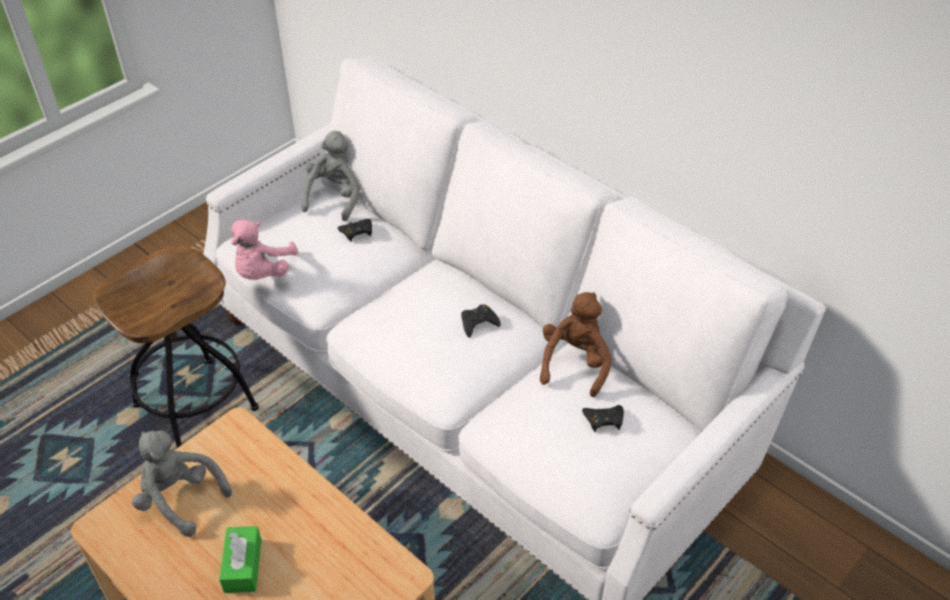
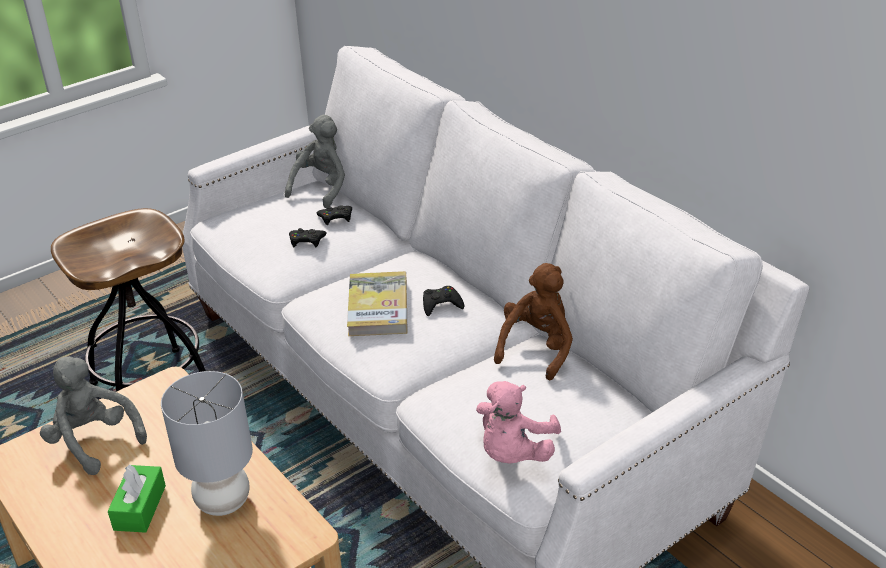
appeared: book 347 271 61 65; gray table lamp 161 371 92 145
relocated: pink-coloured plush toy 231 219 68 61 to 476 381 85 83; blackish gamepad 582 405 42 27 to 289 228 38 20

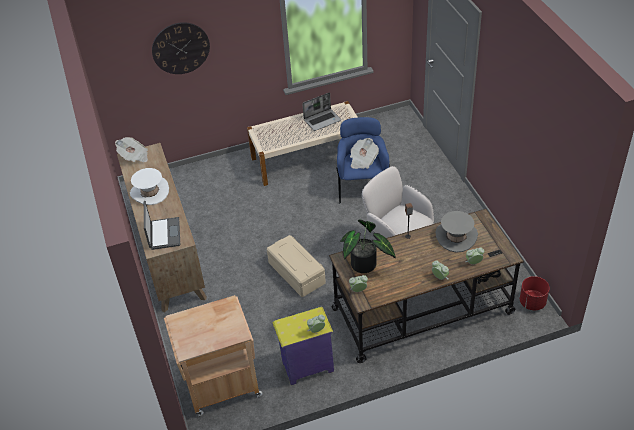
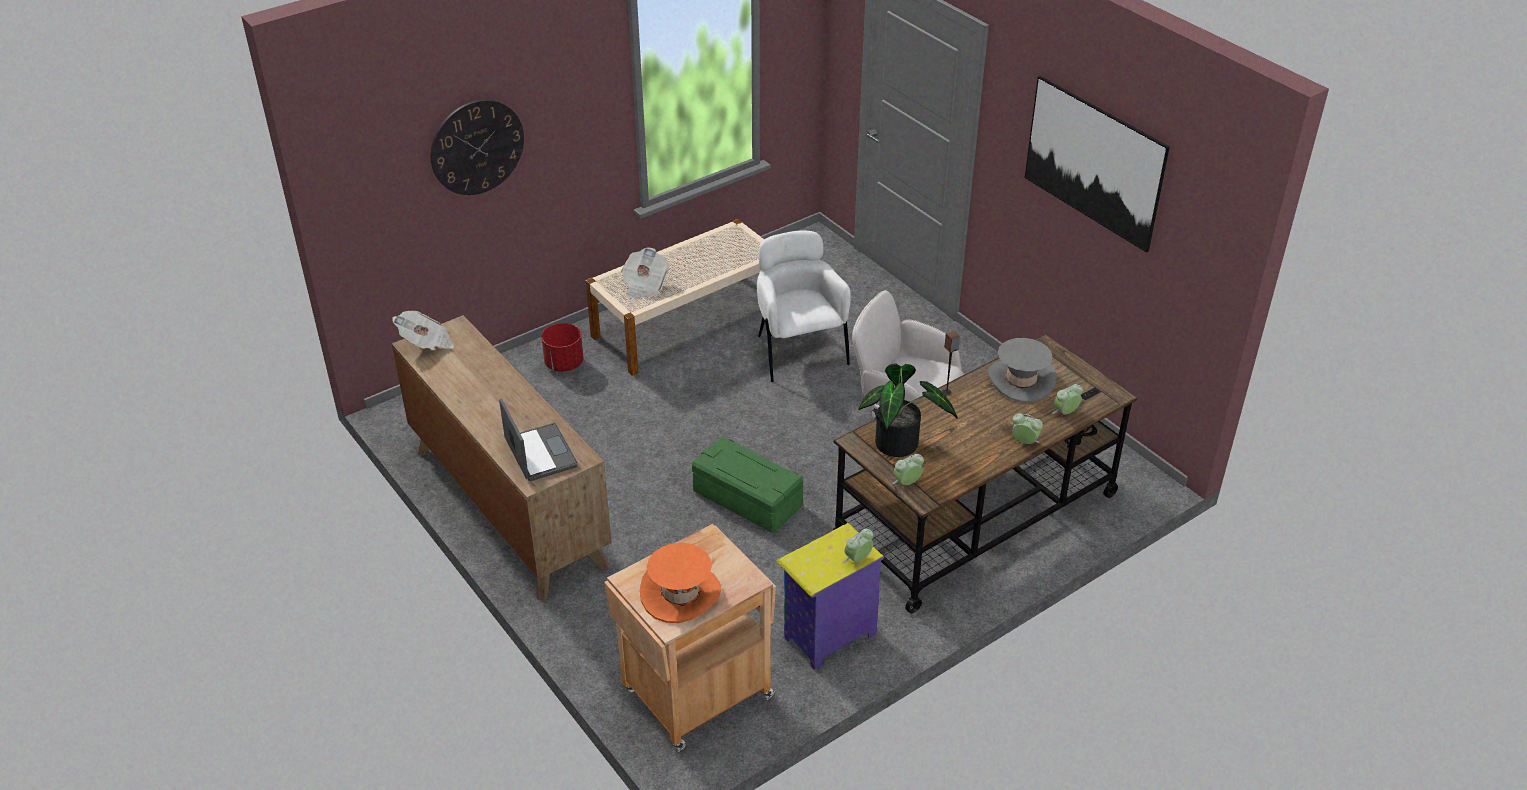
missing: laptop 302 92 39 39; white hat 130 168 39 37
appeared: wall art 1025 76 145 177; orangey hat 640 543 81 80
relocated: printed paper 350 138 29 31 to 621 248 49 51; red planter 520 276 30 34 to 541 323 42 49
colour: blue-coloured armchair 336 117 54 87 to white armchair 757 230 94 152; beige-coloured storage box 267 235 59 62 to greenish storage box 692 437 111 96

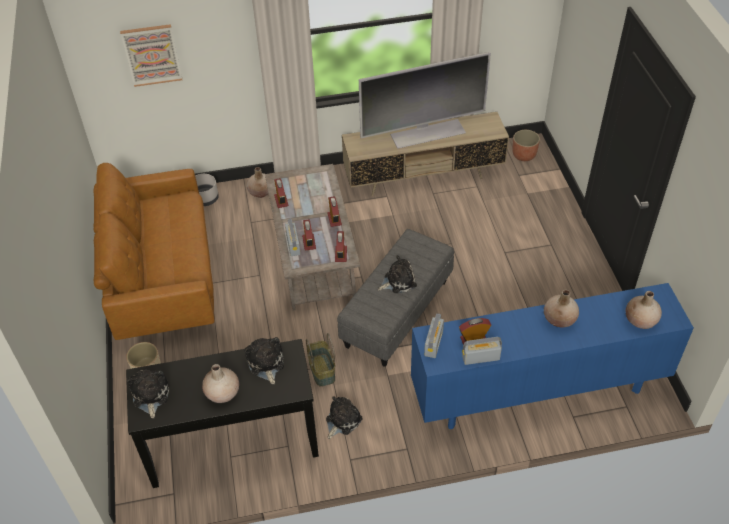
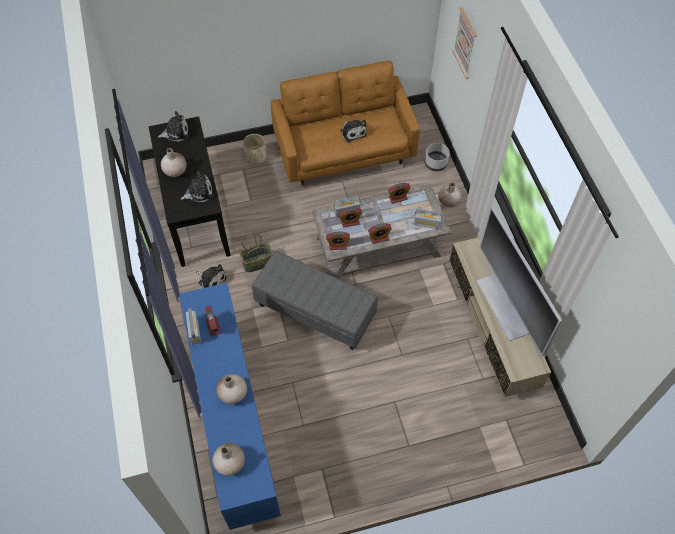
missing: planter 512 130 28 31
relocated: plush toy 378 255 39 38 to 341 120 26 23; radio receiver 424 313 20 45 to 414 209 28 20

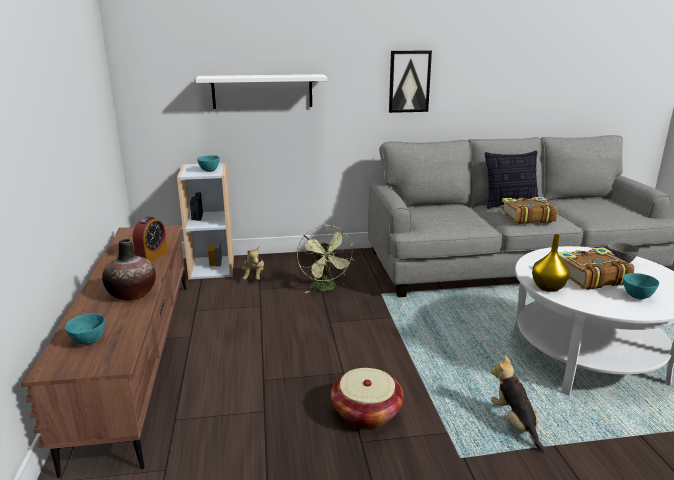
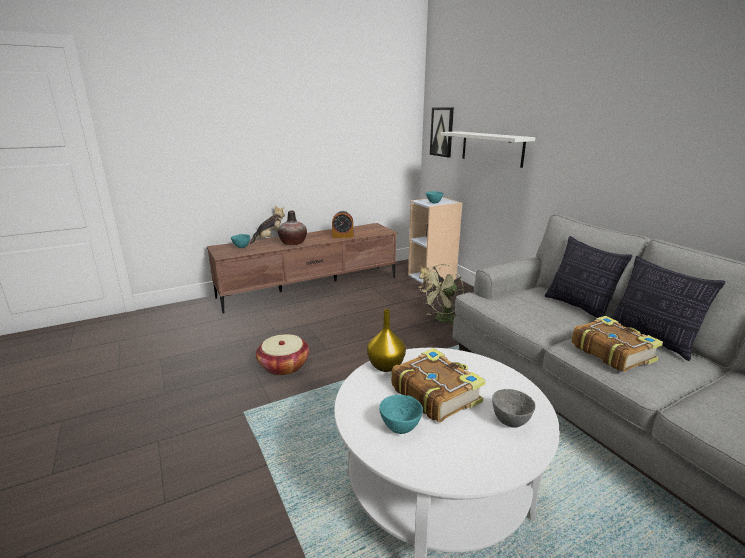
appeared: throw pillow 545 236 87 82
relocated: wall art 389 50 43 63 to 430 107 24 51; plush toy 491 355 55 98 to 250 206 35 38

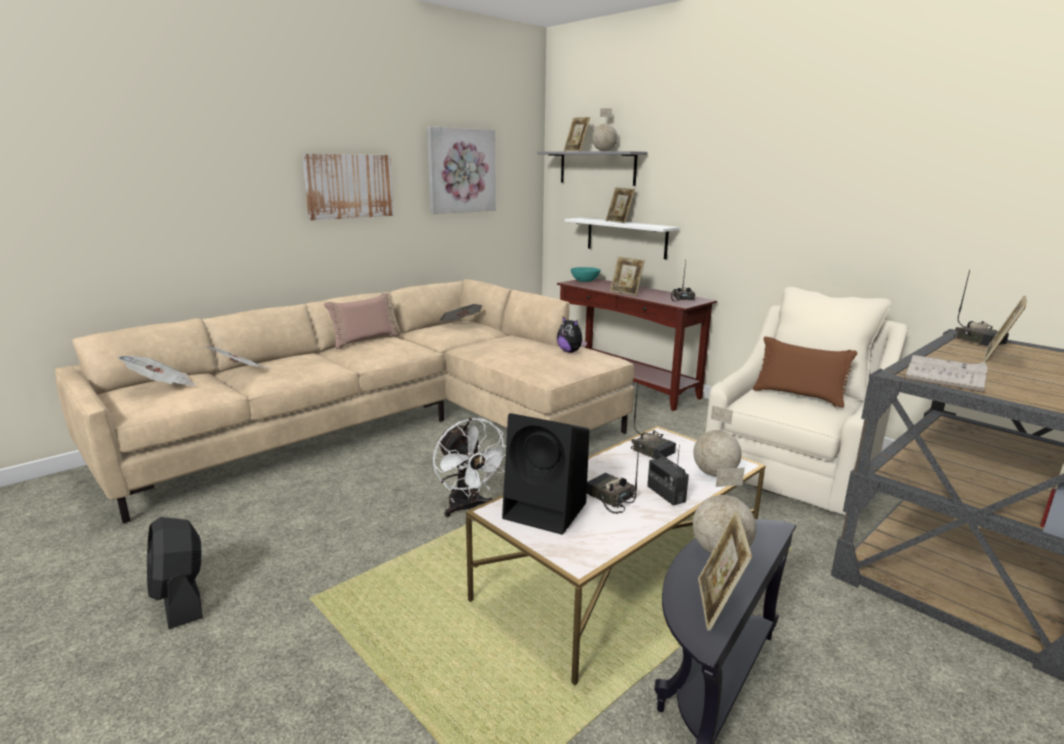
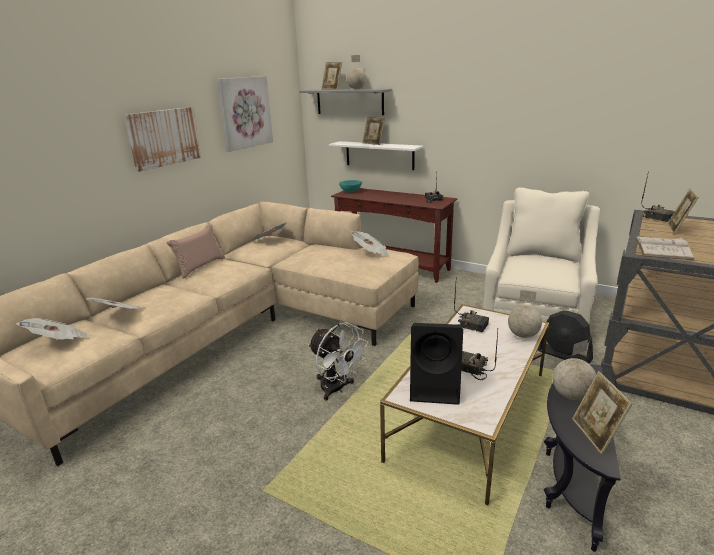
missing: photo frame 610 257 35 38; brownish throw pillow 753 336 104 72; radio receiver 647 445 42 61
relocated: blackish fan 147 517 56 112 to 537 310 56 54
exchanged: plush toy 557 317 30 36 to printed paper 351 231 38 25

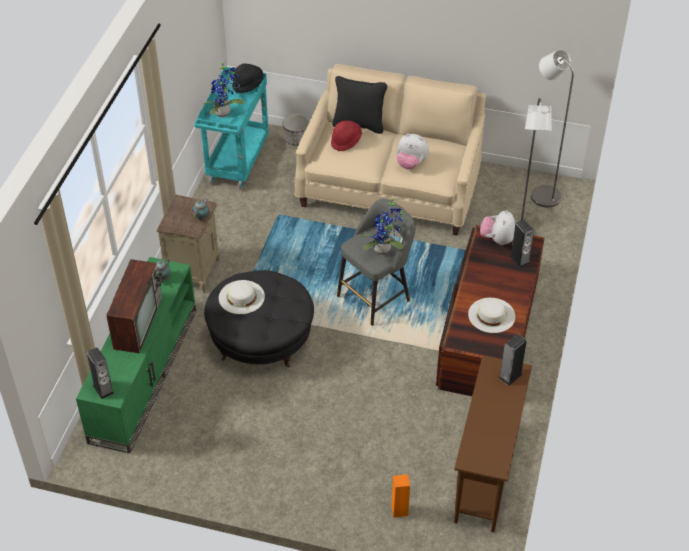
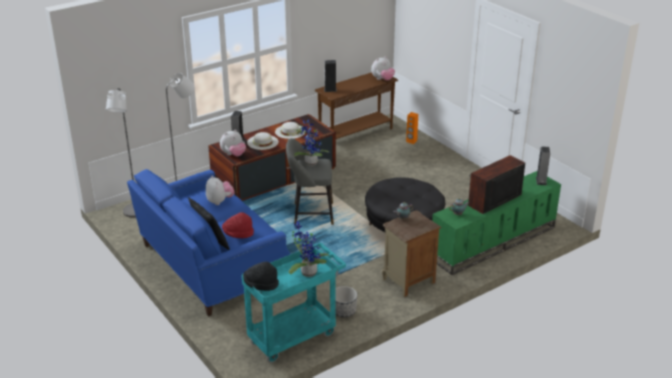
appeared: plush toy 371 56 24 24
relocated: planter 283 114 27 32 to 336 286 21 32; white hat 219 280 46 34 to 247 132 32 18
colour: beige-coloured settee 294 64 192 171 to blue-coloured settee 127 169 163 147

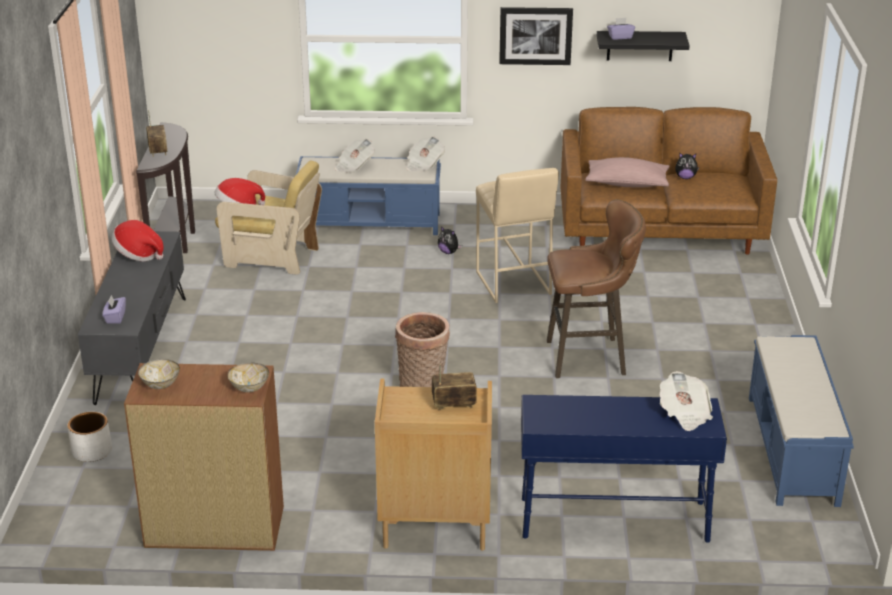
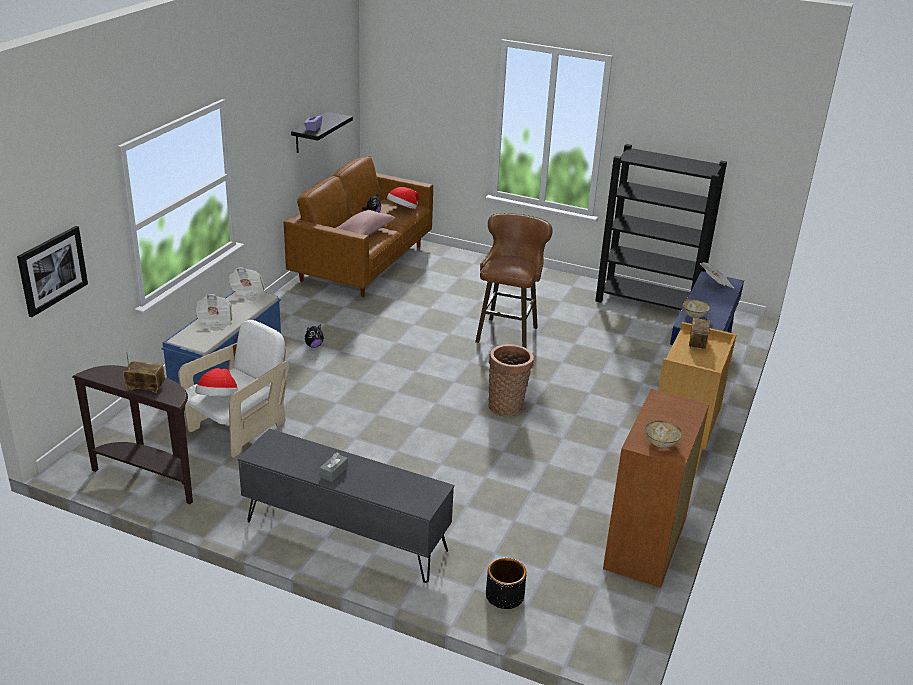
missing: beige-coloured sitting stool 476 168 83 135; purple box of tissues 102 295 24 29
appeared: gray box of tissues 320 452 28 30
relocated: wall art 499 7 74 58 to 17 226 71 91; hat 111 220 53 42 to 387 187 32 22; bowl 228 363 41 29 to 682 299 28 19
exchanged: blue-coloured bench 749 335 105 172 to blackish bookshelf 595 144 132 166
colour: yellowish armchair 215 161 107 114 to white armchair 178 320 111 138; white planter 67 412 45 50 to blackish planter 486 558 41 51

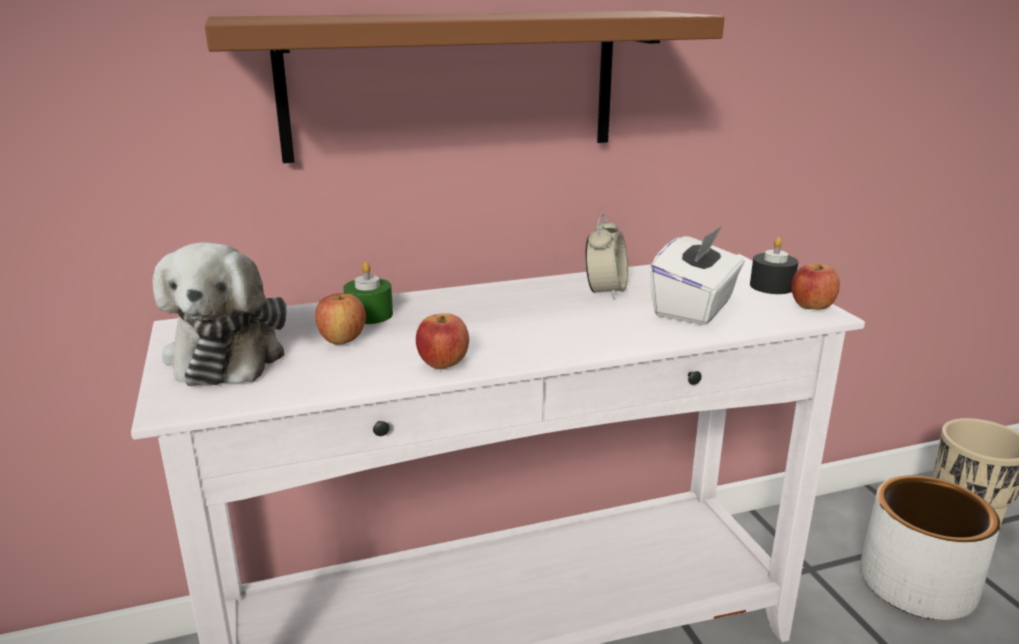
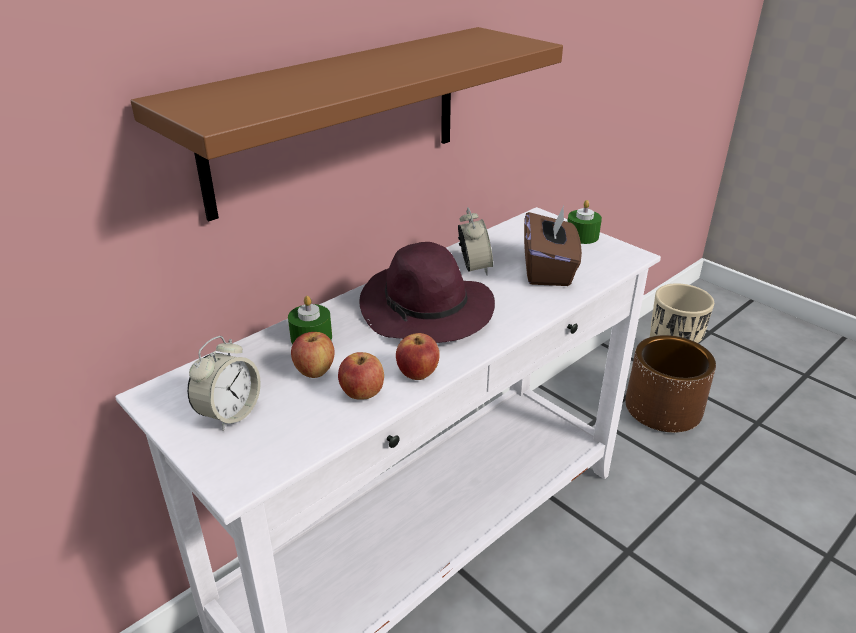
appeared: purple hat 359 242 136 101
relocated: apple 791 264 49 46 to 338 352 46 48
exchanged: plush toy 153 242 134 144 to alarm clock 187 336 74 95
colour: white box of tissues 650 225 95 100 to brownish box of tissues 524 206 58 80; blackish candle 750 237 48 57 to greenish candle 567 200 35 44; white planter 860 475 141 145 to brownish planter 625 335 91 98

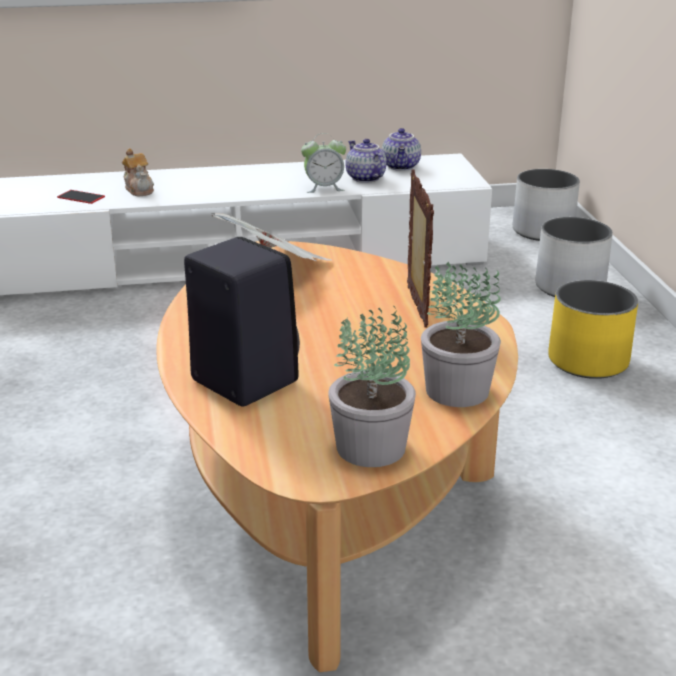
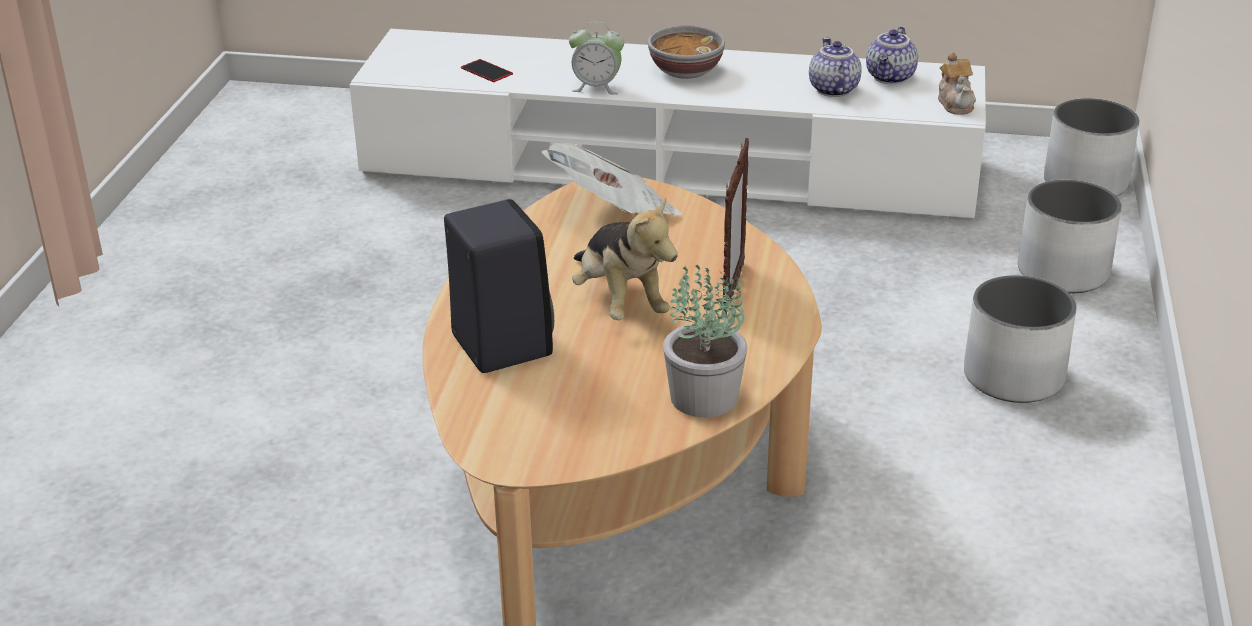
missing: potted plant 328 306 88 161
appeared: bowl 648 25 77 54; plush toy 572 198 106 122
relocated: alarm clock 301 133 45 60 to 569 22 55 73; teapot 122 148 32 48 to 938 52 38 63
colour: yellowish planter 548 280 90 99 to white planter 964 275 113 128

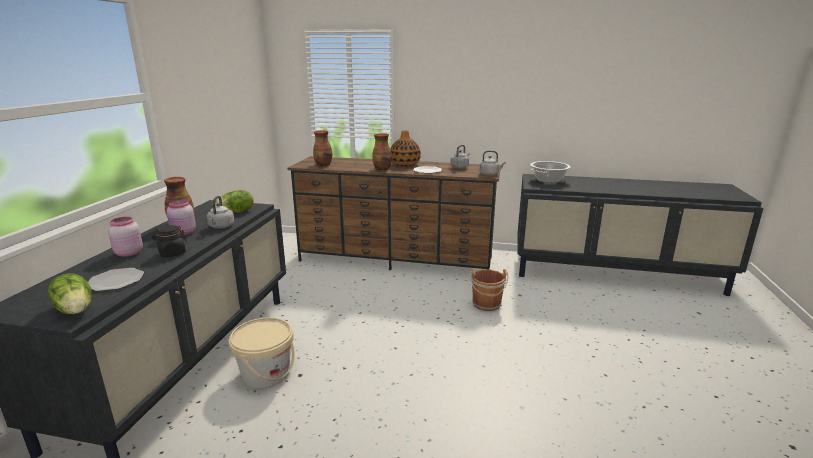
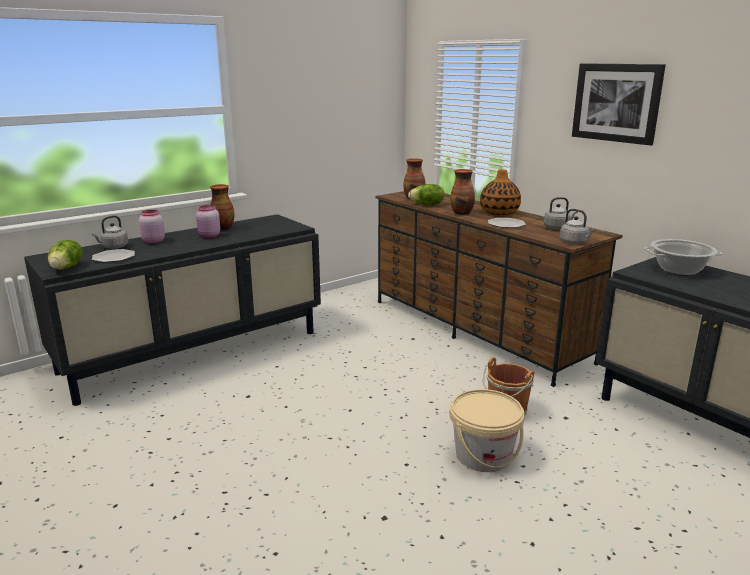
missing: blackish preserve jar 152 225 35 32
appeared: wall art 572 63 94 83
relocated: lettuce head 215 190 38 23 to 408 184 36 21; gray water kettle 207 196 27 33 to 92 215 36 34; beige-coloured water bucket 229 317 66 71 to 449 389 76 83

